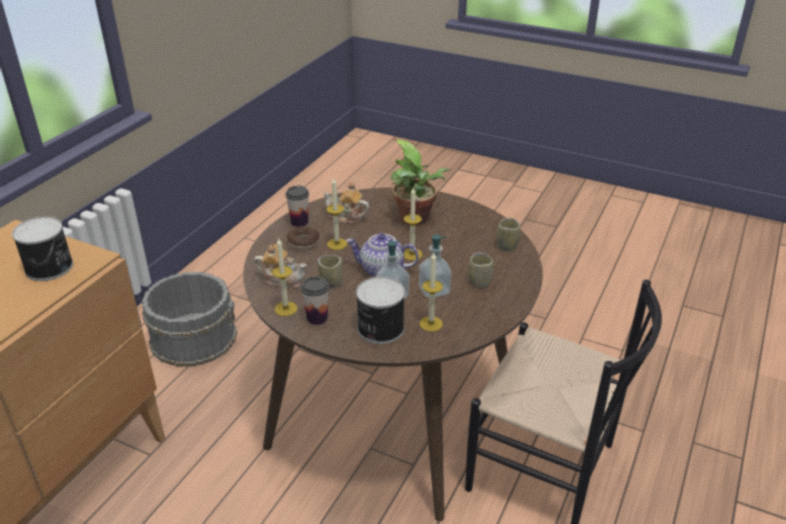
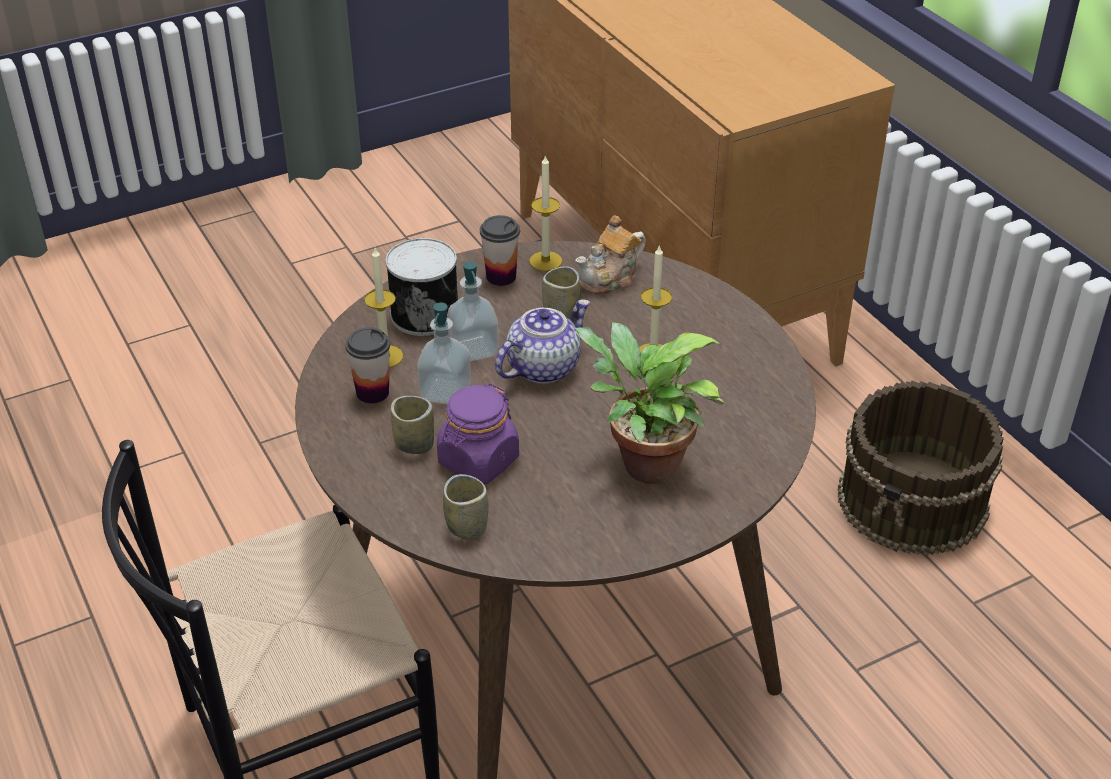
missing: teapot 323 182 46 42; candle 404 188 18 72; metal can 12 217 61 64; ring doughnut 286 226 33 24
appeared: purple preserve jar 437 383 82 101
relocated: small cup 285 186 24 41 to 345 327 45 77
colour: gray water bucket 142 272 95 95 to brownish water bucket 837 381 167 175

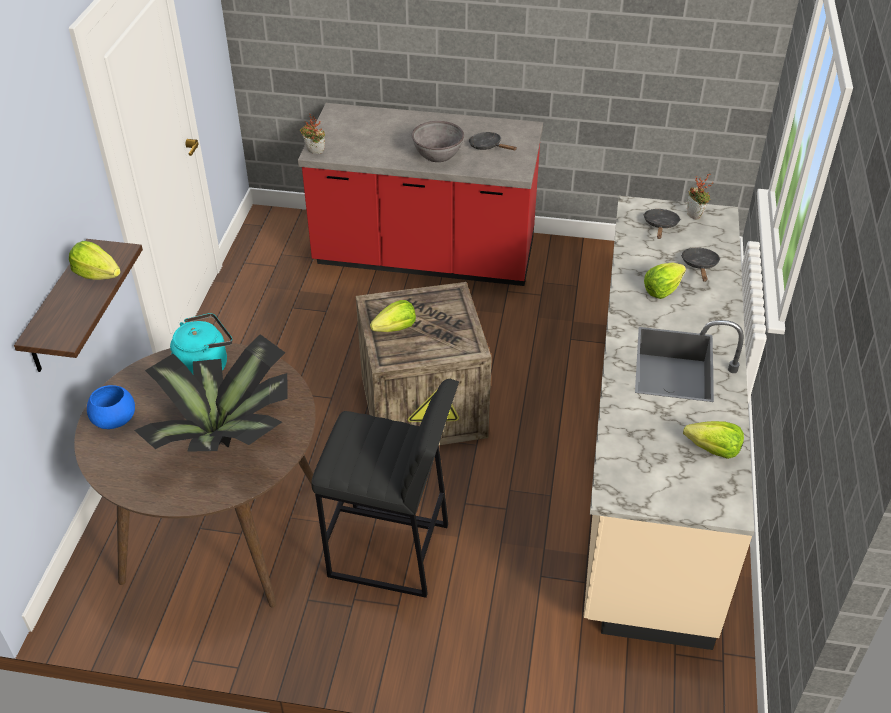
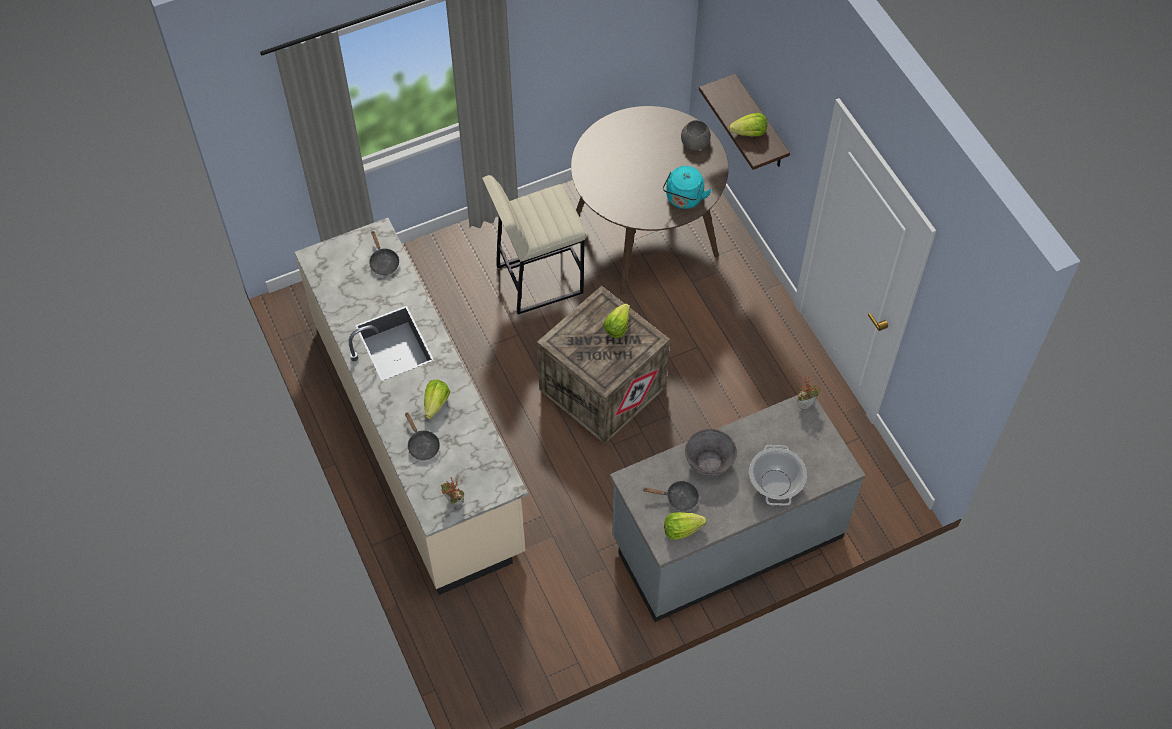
missing: potted plant 134 334 154 118
appeared: stockpot 749 445 58 61
relocated: blackish pan 643 209 38 30 to 369 231 30 44; lettuce head 683 421 61 38 to 664 512 42 28
colour: red kitchen counter 298 103 245 183 to gray kitchen counter 610 395 255 227; blackish sitting stool 312 379 147 219 to beige-coloured sitting stool 482 175 104 139; blue-coloured bowl 87 385 48 44 to gray bowl 681 120 30 30

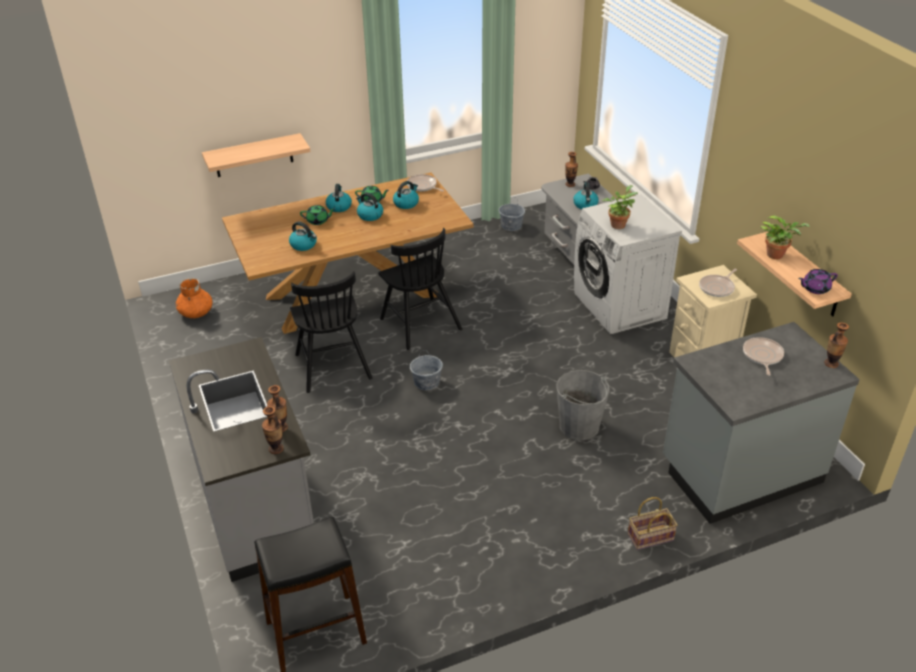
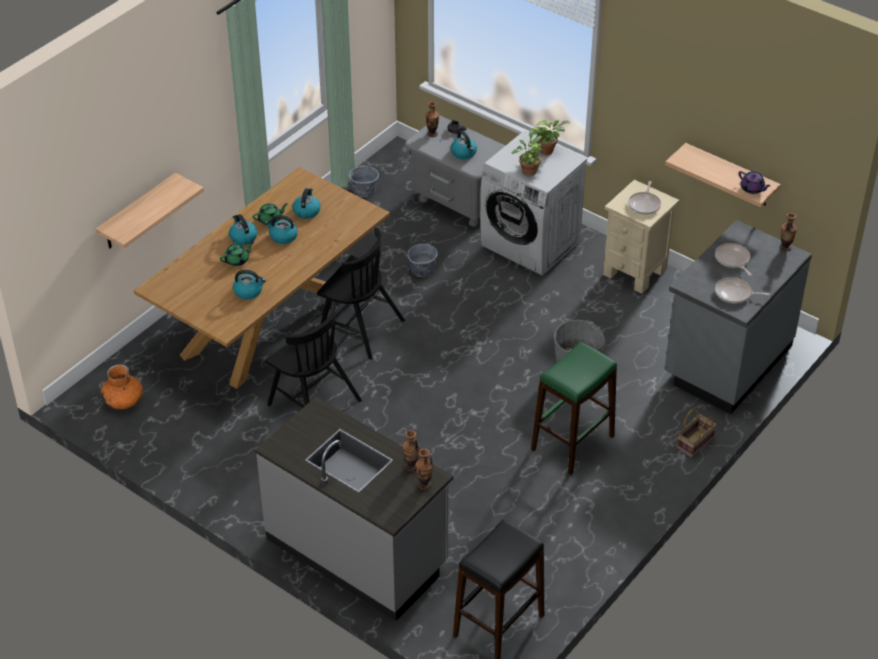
appeared: greenish sitting stool 531 342 86 133
relocated: pan 407 174 37 18 to 715 278 55 26; potted plant 761 215 49 44 to 532 120 38 35; gray water bucket 410 350 33 40 to 407 241 31 36
spun: purple teapot 798 269 40 25 = 738 171 33 23 90 degrees counterclockwise

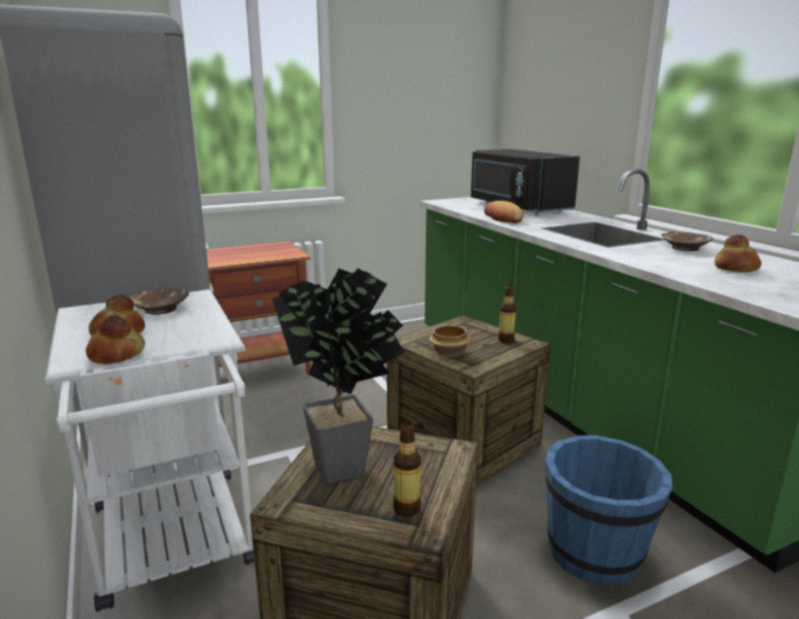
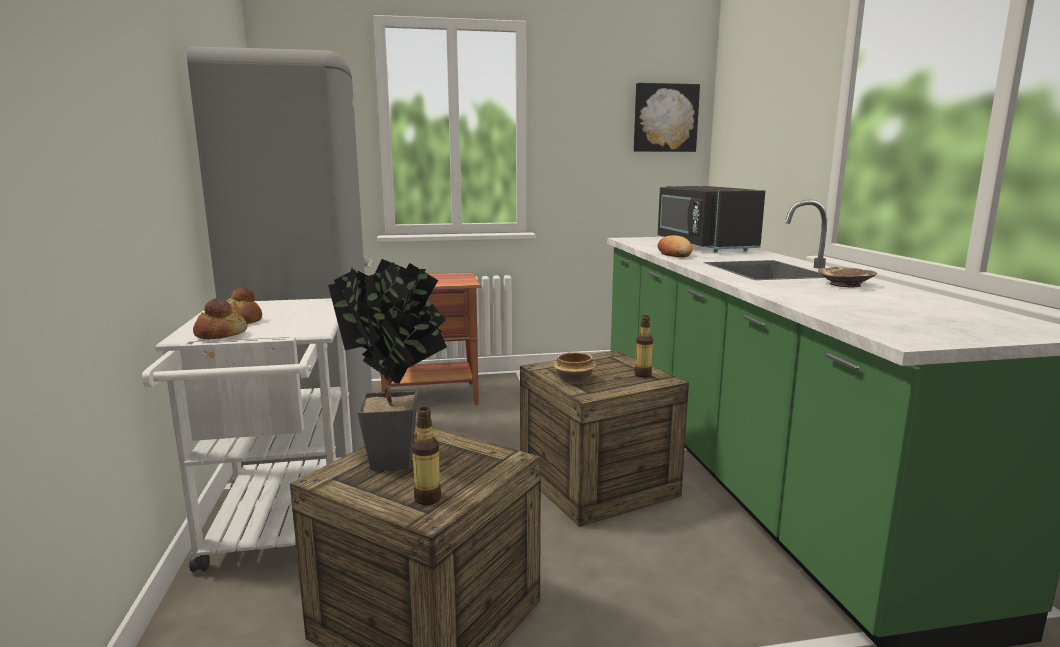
missing: bread 715 235 46 37; brownish bowl 129 288 60 27; blue-coloured water bucket 545 435 128 150
appeared: wall art 634 83 66 69

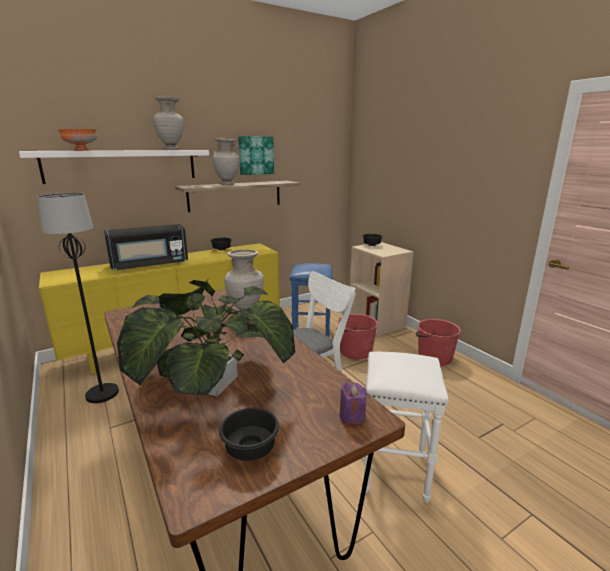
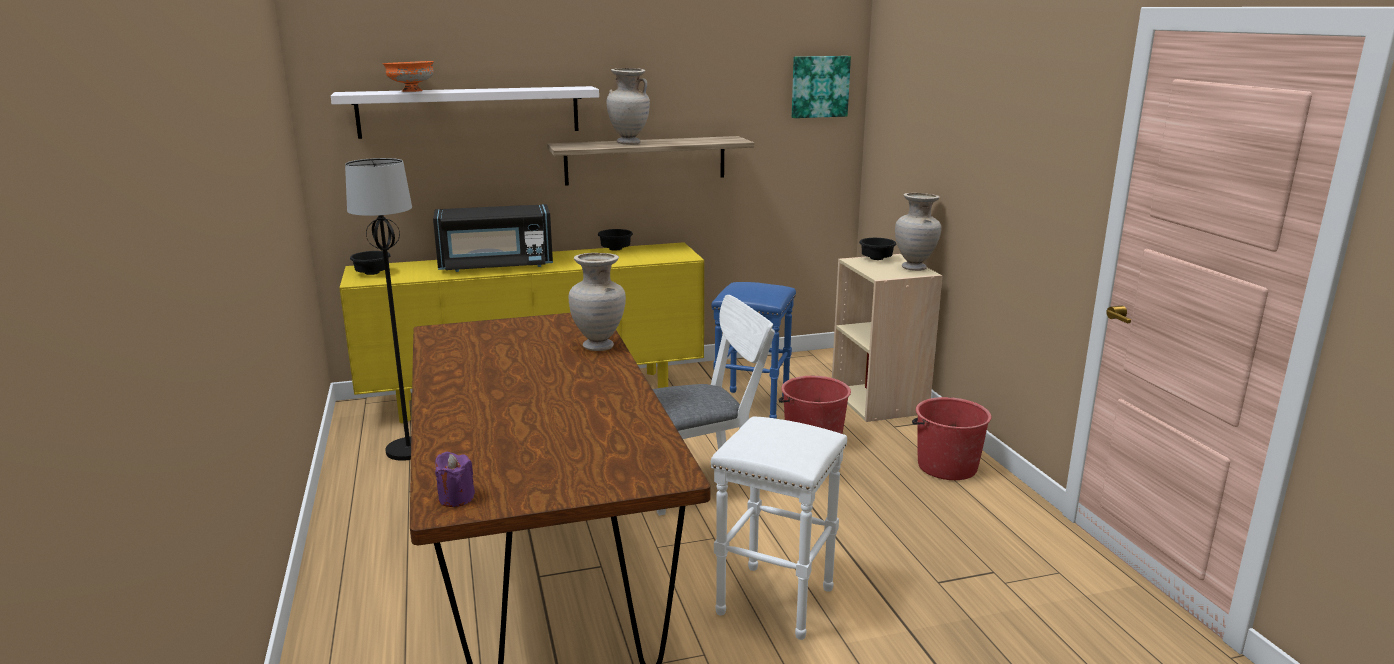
missing: potted plant 117 278 178 119
relocated: beige-coloured flower vase 153 96 31 54 to 895 193 46 78; wall art 238 136 36 39 to 792 56 59 62; purple candle 339 382 28 43 to 435 451 40 56; blackish bowl 219 408 60 53 to 350 251 41 24

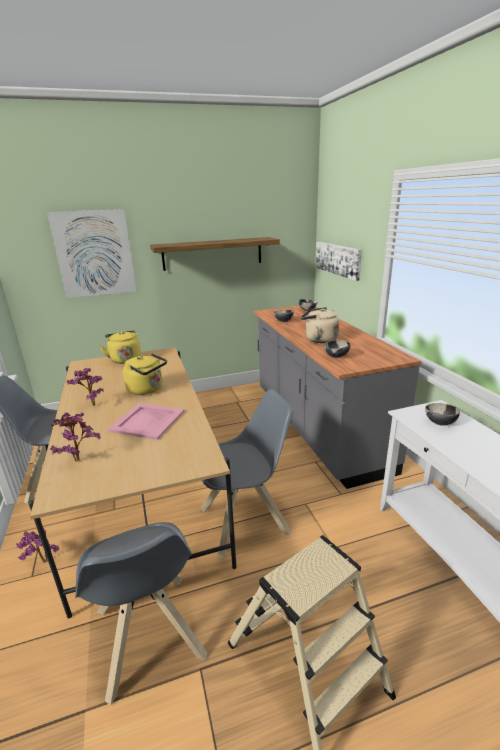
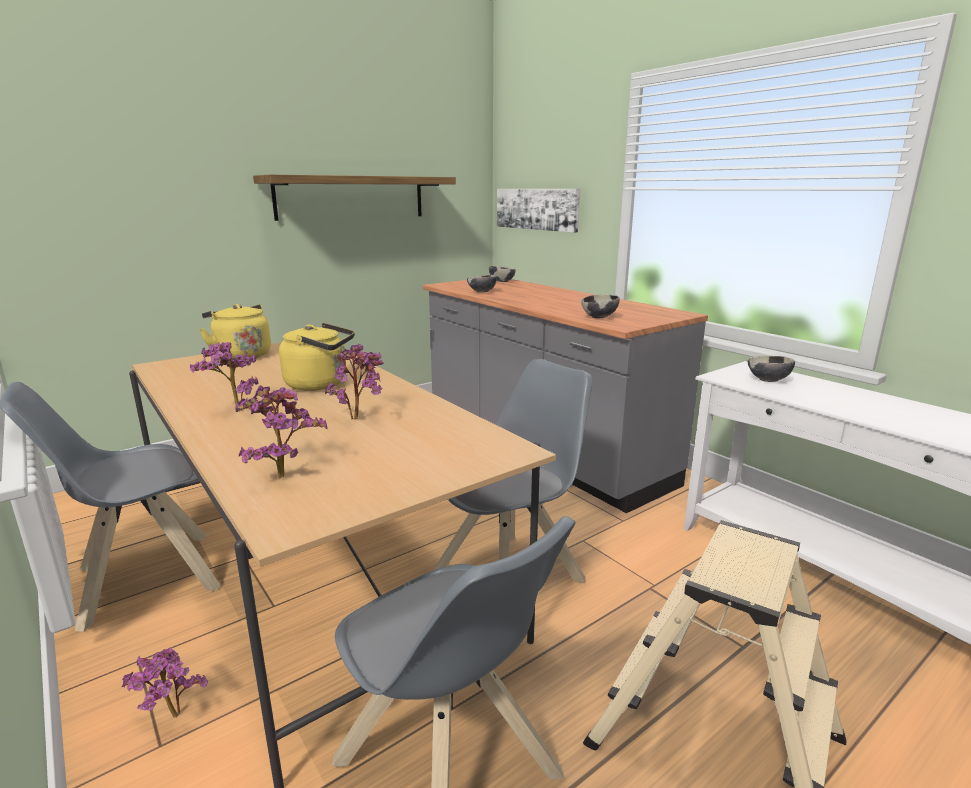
missing: wall art 47 209 90 89; beige-coloured water kettle 301 307 38 36
exchanged: pink-coloured carrying tray 108 403 76 37 to potted plant 325 344 59 76

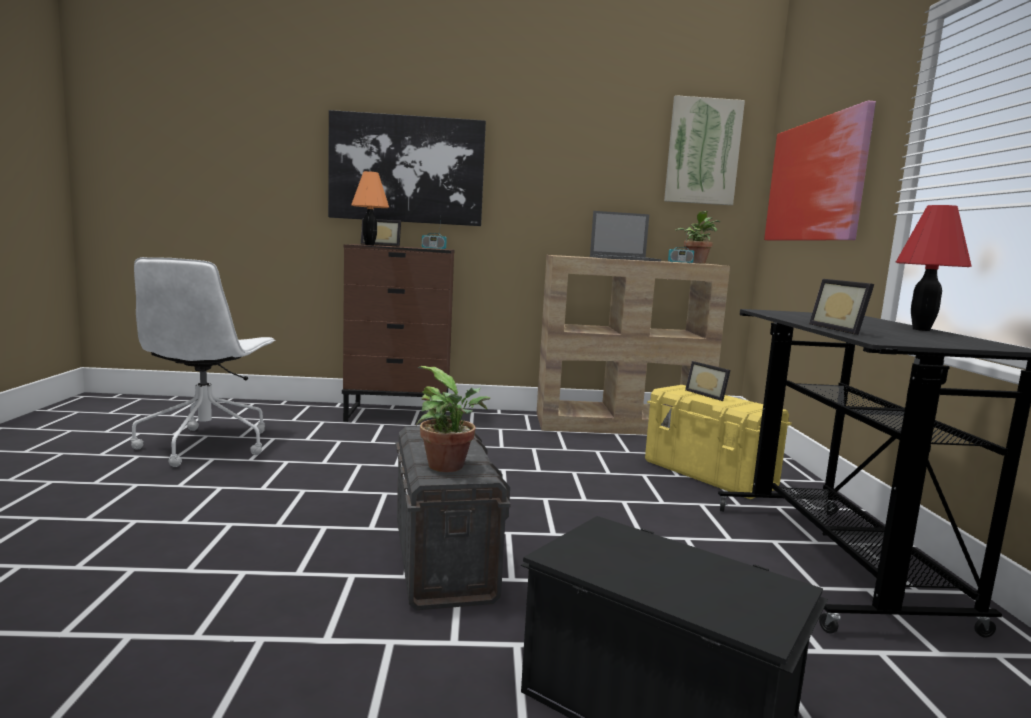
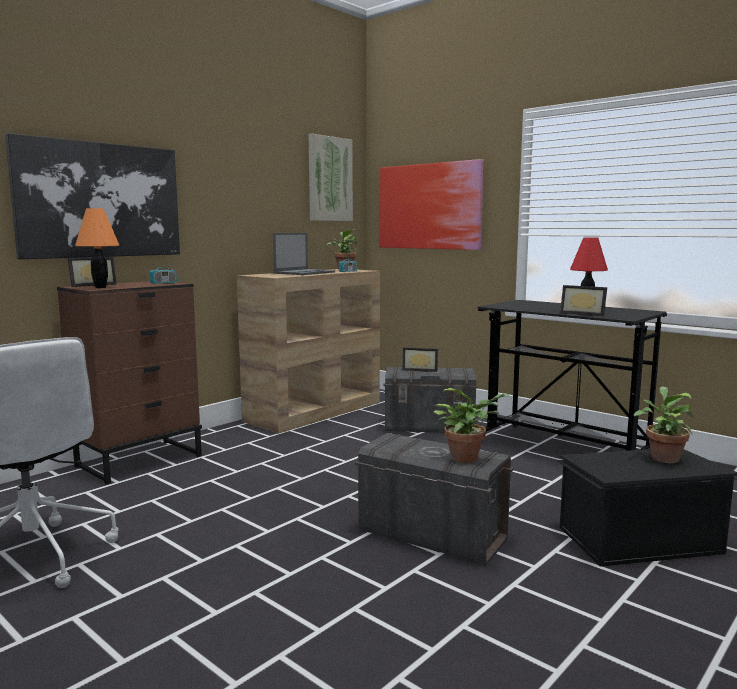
appeared: potted plant 634 386 59 77
colour: yellowish storage box 645 385 146 114 to gray storage box 383 367 95 66

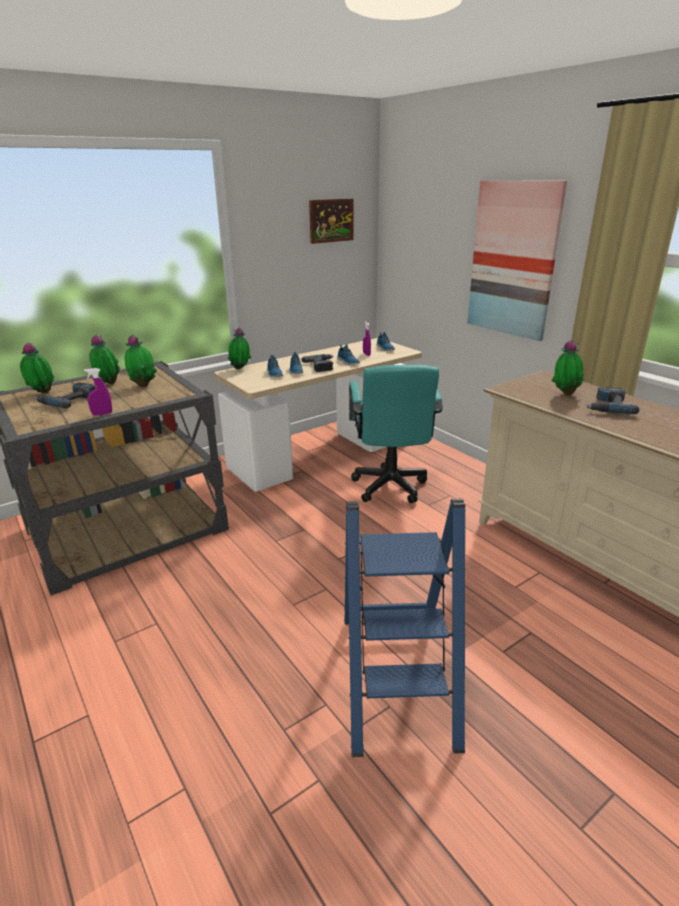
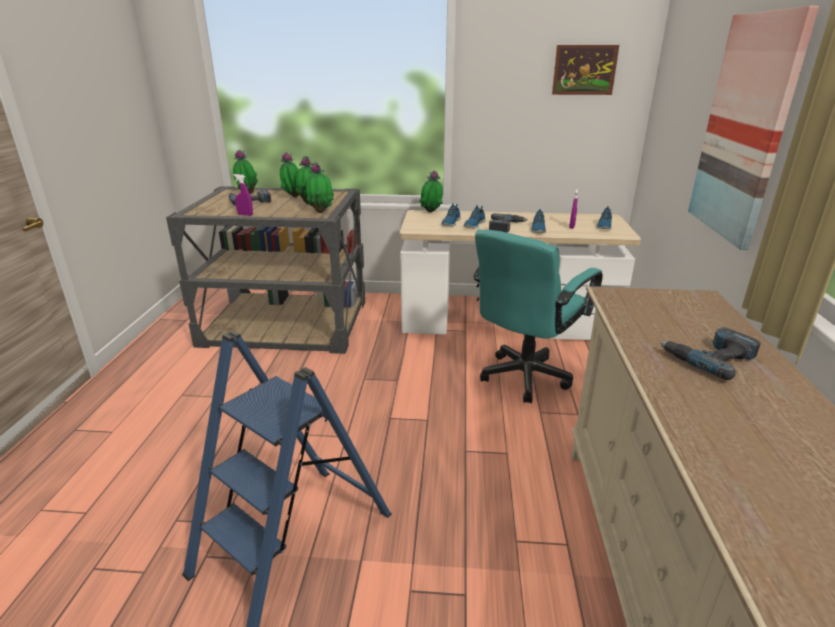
relocated: potted plant 552 340 32 56 to 306 163 28 50

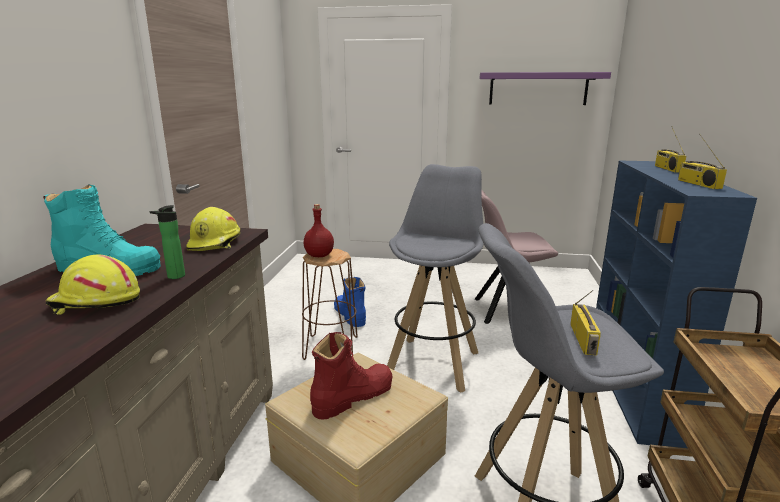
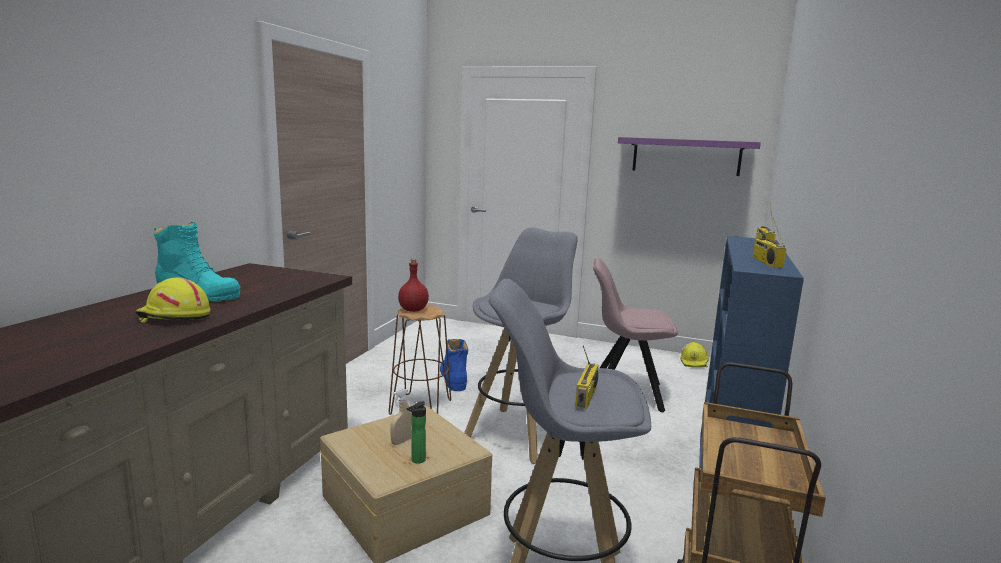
relocated: bottle 149 205 36 74 to 406 401 20 63; yellowish work helmet 186 207 54 44 to 680 342 29 26
exchanged: red high-top boot 310 332 82 88 to beige-coloured hand sprayer 390 388 22 57

